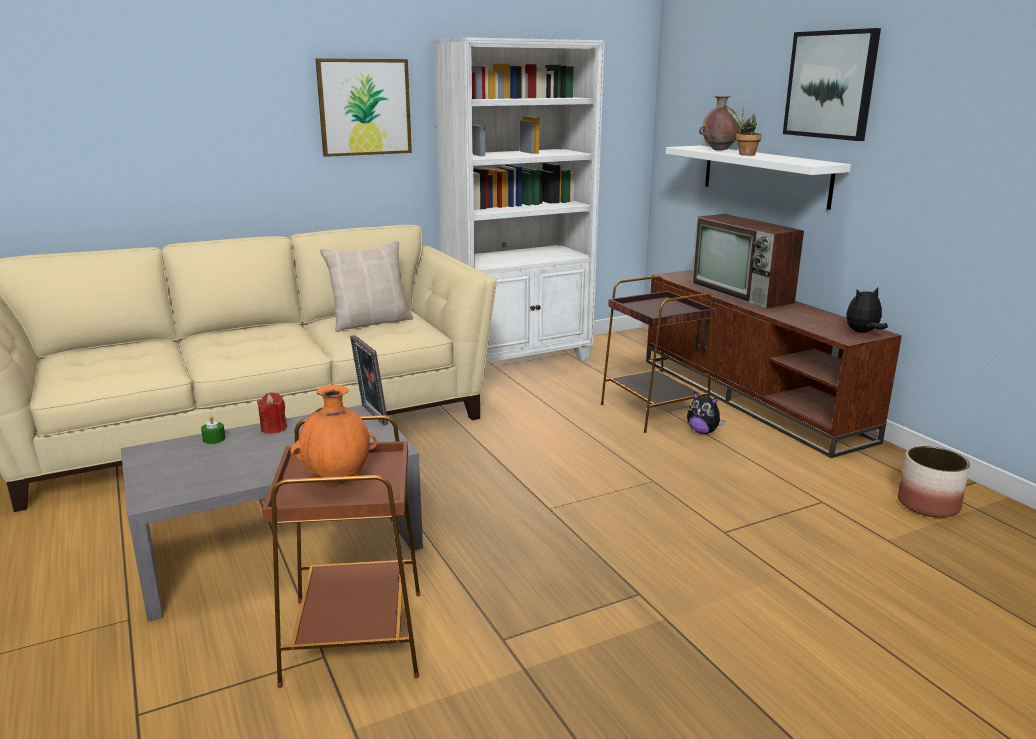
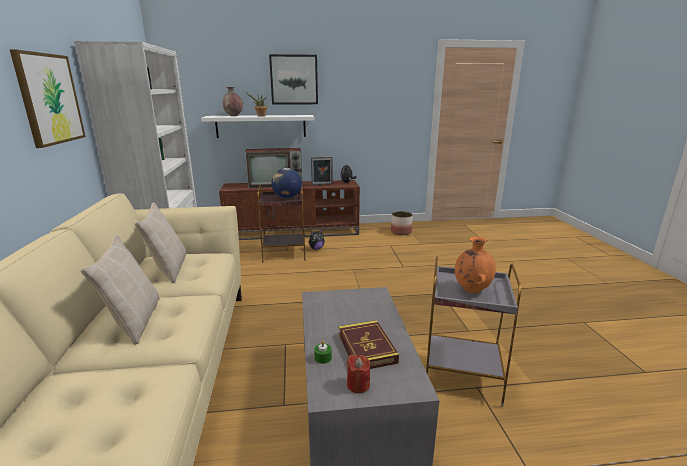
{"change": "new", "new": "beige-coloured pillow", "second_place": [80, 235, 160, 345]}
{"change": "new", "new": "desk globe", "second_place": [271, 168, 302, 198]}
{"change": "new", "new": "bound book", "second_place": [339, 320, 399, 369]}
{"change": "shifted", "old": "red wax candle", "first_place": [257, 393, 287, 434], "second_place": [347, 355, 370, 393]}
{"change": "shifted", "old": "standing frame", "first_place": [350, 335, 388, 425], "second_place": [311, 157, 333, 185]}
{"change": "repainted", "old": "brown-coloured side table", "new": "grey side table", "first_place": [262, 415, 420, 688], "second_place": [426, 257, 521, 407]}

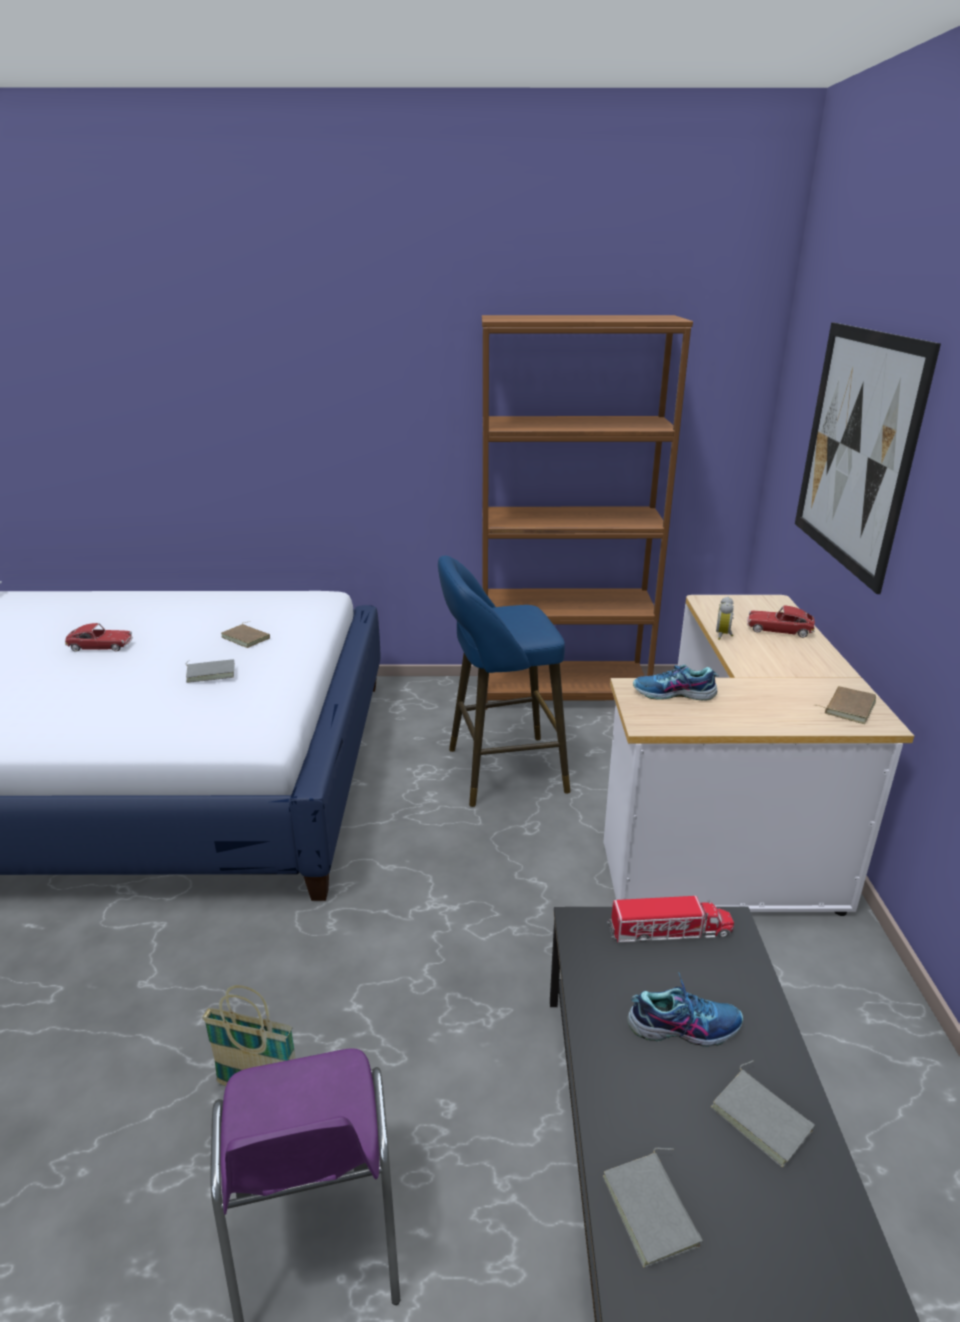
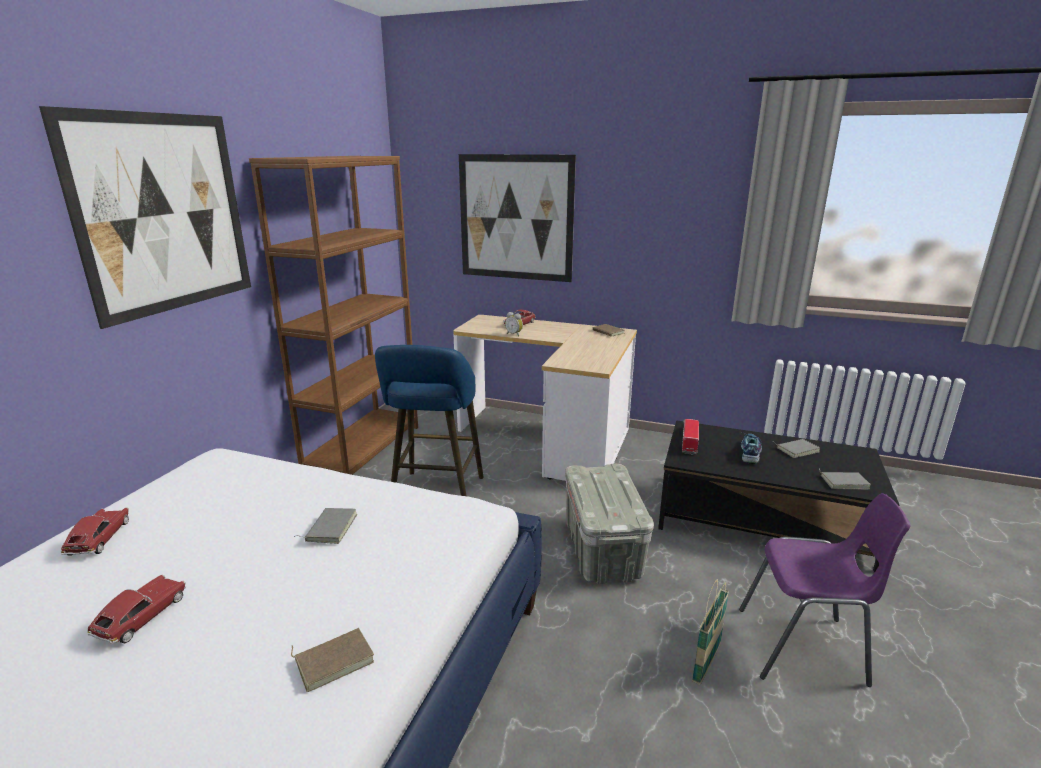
{"change": "gone", "old": "shoe", "first_place": [633, 664, 719, 700]}
{"change": "new", "new": "wall picture", "second_place": [39, 106, 251, 329]}
{"change": "new", "new": "miniature car", "second_place": [61, 507, 129, 555]}
{"change": "new", "new": "grey storage bin", "second_place": [565, 464, 654, 584]}
{"change": "shifted", "old": "brown-coloured bound book", "first_place": [221, 622, 270, 648], "second_place": [291, 628, 374, 692]}

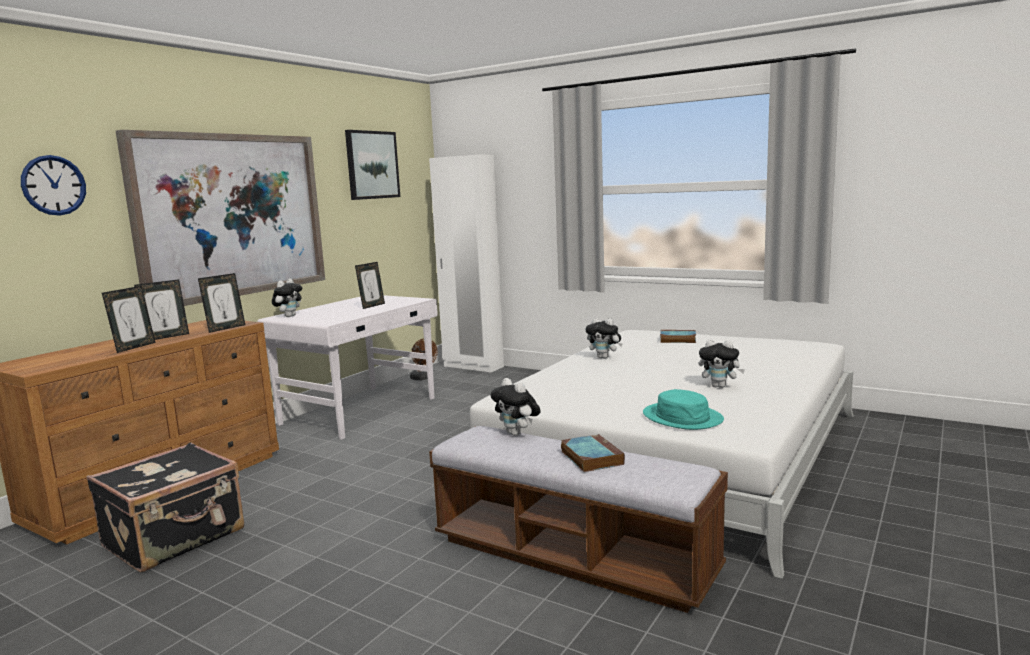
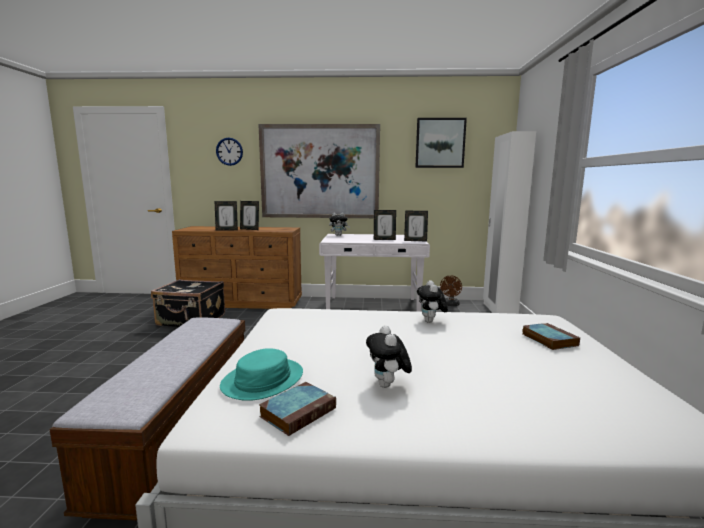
{"change": "gone", "old": "soft toy", "first_place": [490, 378, 541, 436]}
{"change": "shifted", "old": "standing frame", "first_place": [198, 273, 245, 333], "second_place": [404, 211, 428, 241]}
{"change": "shifted", "old": "bound book", "first_place": [561, 434, 625, 472], "second_place": [259, 382, 336, 436]}

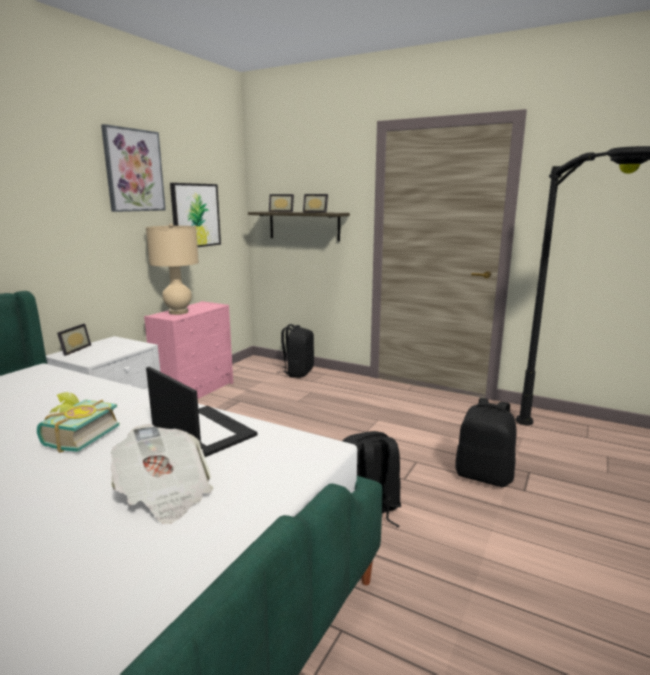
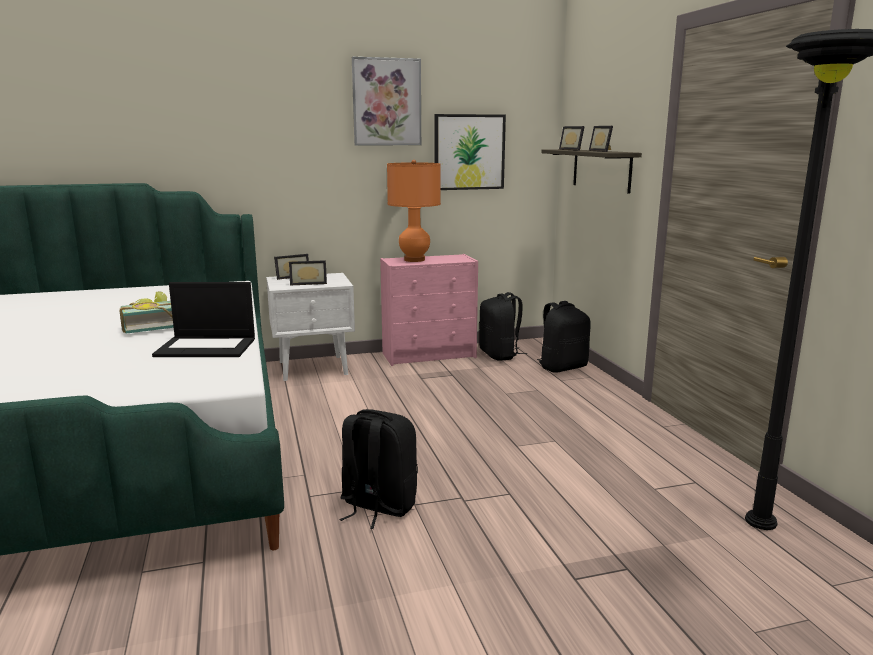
{"change": "gone", "old": "printed paper", "first_place": [110, 424, 213, 524]}
{"change": "new", "new": "standing frame", "second_place": [289, 260, 327, 286]}
{"change": "shifted", "old": "blackish rucksack", "first_place": [455, 398, 516, 487], "second_place": [479, 292, 527, 361]}
{"change": "repainted", "old": "beige-coloured lamp for a table", "new": "orange lamp for a table", "first_place": [146, 223, 199, 315], "second_place": [387, 160, 441, 262]}
{"change": "rotated", "old": "notebook computer", "first_place": [146, 367, 258, 457], "second_place": [152, 282, 255, 357], "degrees": 90}

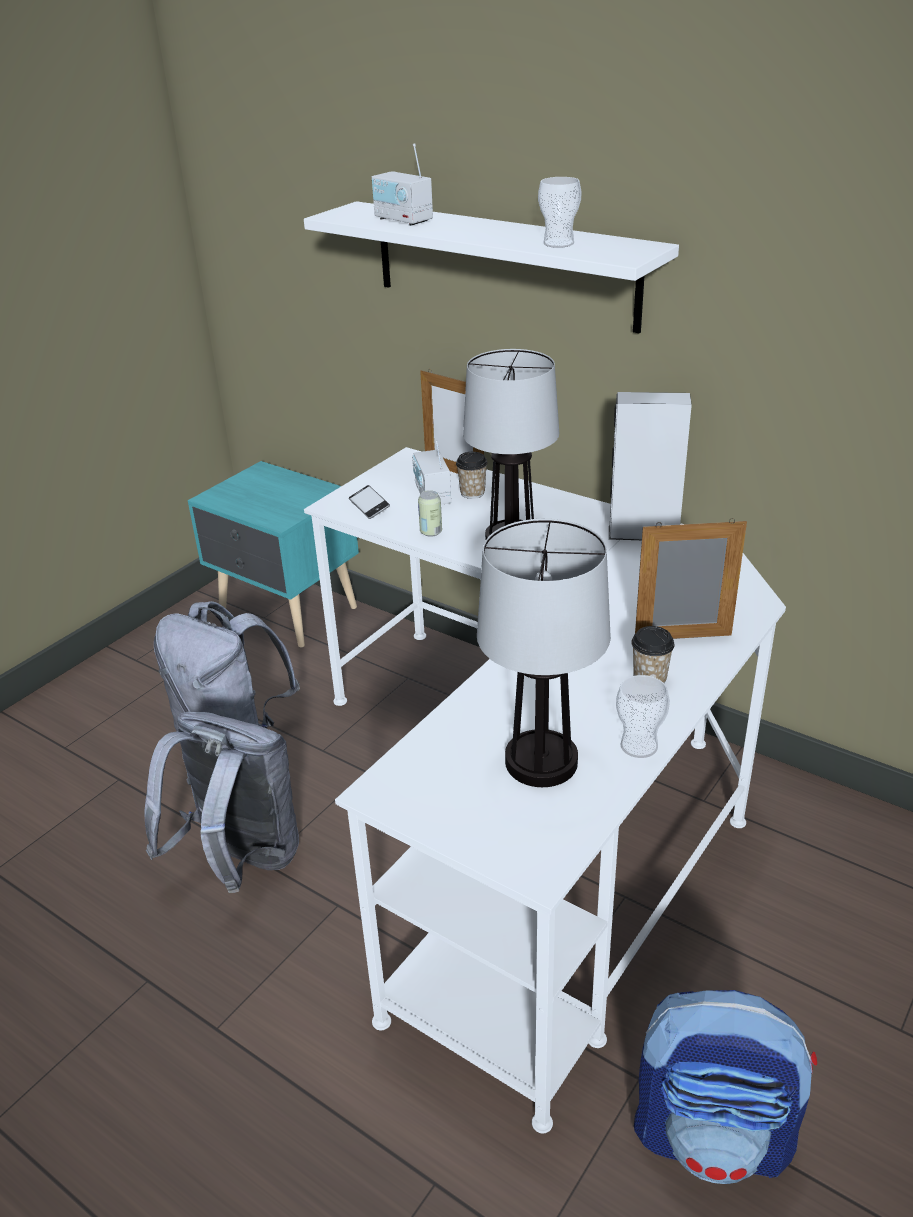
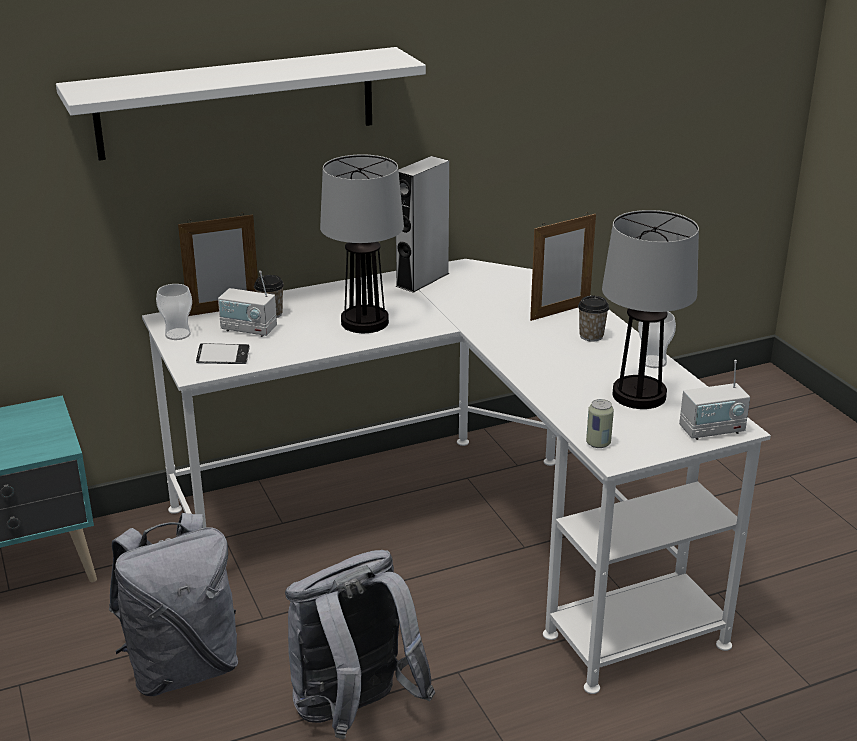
{"change": "gone", "old": "rucksack", "first_place": [634, 990, 817, 1184]}
{"change": "shifted", "old": "radio set", "first_place": [372, 144, 433, 226], "second_place": [679, 360, 750, 440]}
{"change": "shifted", "old": "metal can", "first_place": [418, 490, 442, 537], "second_place": [586, 399, 614, 448]}
{"change": "shifted", "old": "small cup", "first_place": [538, 177, 582, 248], "second_place": [156, 284, 192, 340]}
{"change": "rotated", "old": "standing frame", "first_place": [635, 518, 747, 639], "second_place": [530, 212, 596, 321], "degrees": -150}

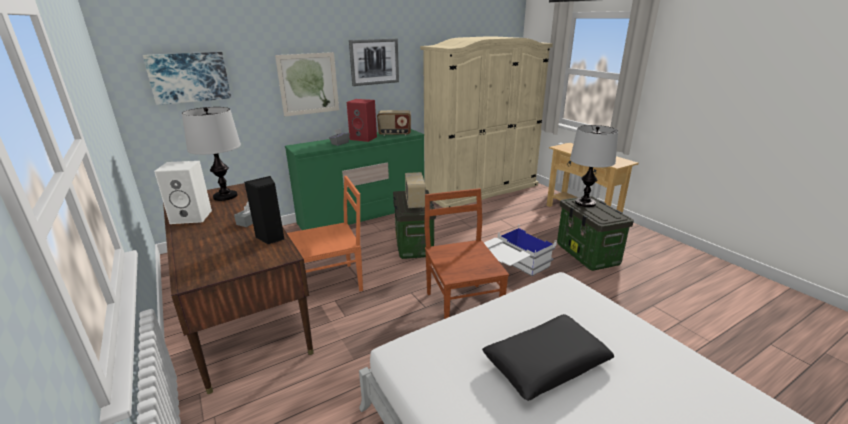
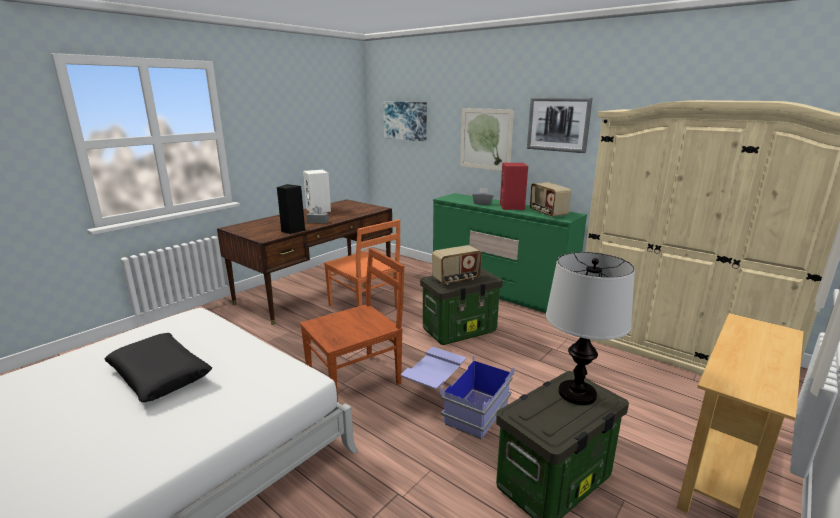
{"change": "gone", "old": "lamp for a table", "first_place": [182, 107, 241, 201]}
{"change": "repainted", "old": "whitish storage bin", "new": "bluish storage bin", "first_place": [484, 226, 557, 276], "second_place": [401, 347, 514, 439]}

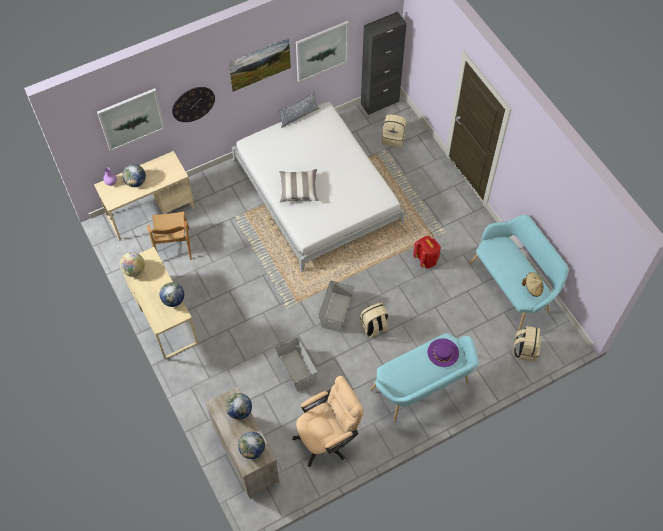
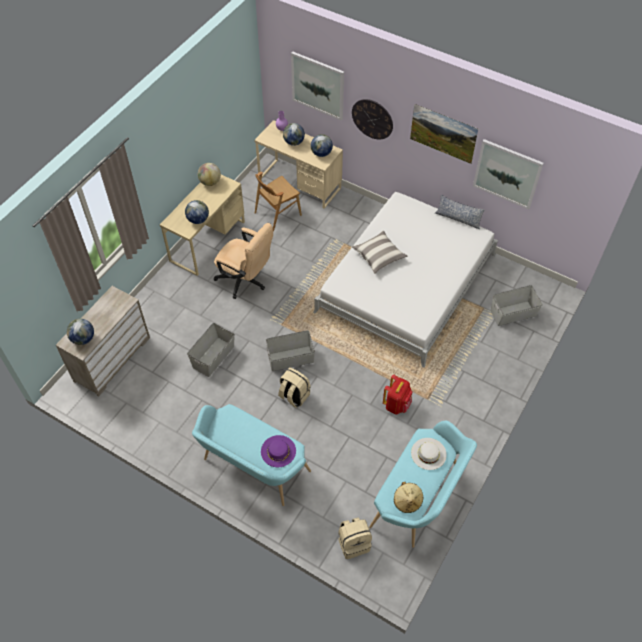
{"change": "gone", "old": "blackish storage cabinet", "first_place": [361, 11, 407, 115]}
{"change": "new", "new": "whitish wearable hat", "second_place": [411, 438, 447, 470]}
{"change": "shifted", "old": "desk globe", "first_place": [226, 393, 252, 420], "second_place": [311, 134, 333, 157]}
{"change": "shifted", "old": "beige-coloured desk chair", "first_place": [292, 376, 364, 467], "second_place": [214, 223, 273, 299]}
{"change": "swapped", "old": "beige-coloured rucksack", "new": "grey storage bin", "first_place": [382, 114, 406, 147], "second_place": [491, 285, 543, 326]}

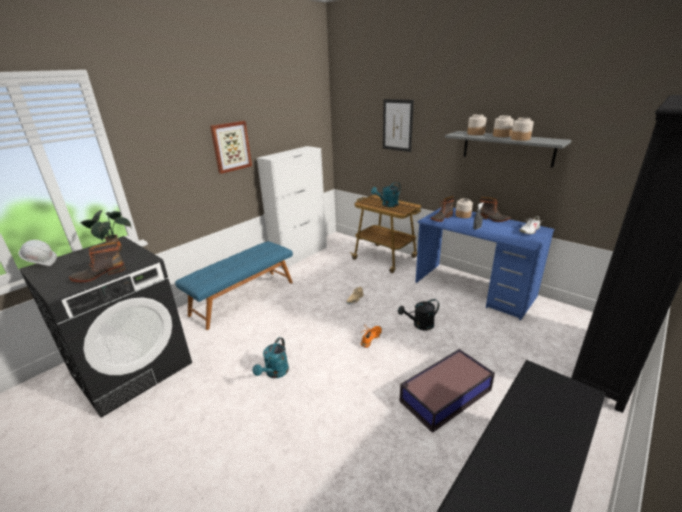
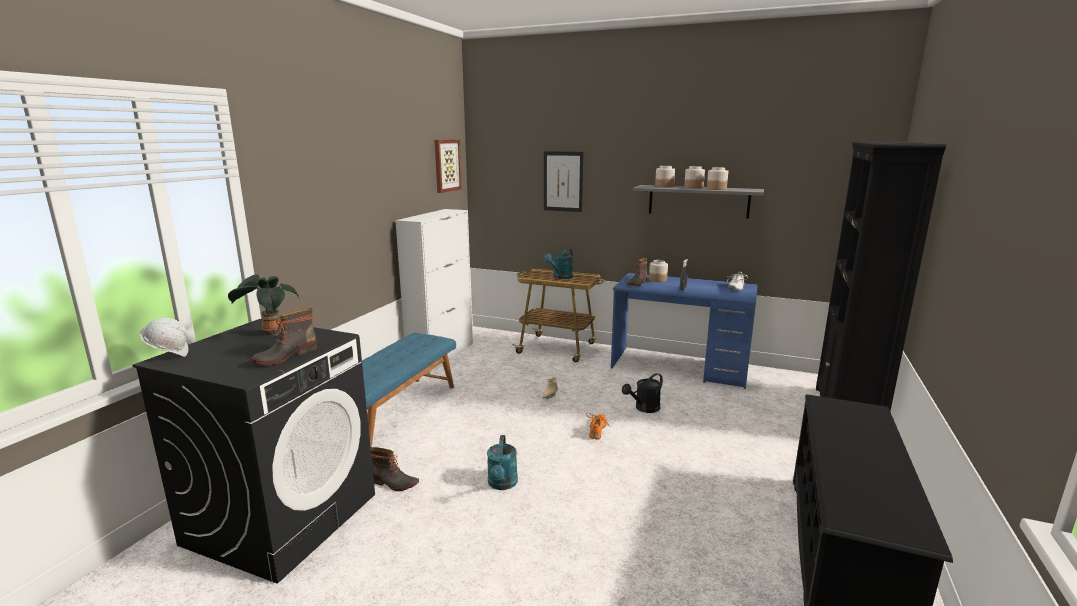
{"change": "gone", "old": "storage bin", "first_place": [400, 349, 495, 433]}
{"change": "shifted", "old": "wall picture", "first_place": [210, 121, 252, 174], "second_place": [435, 140, 462, 193]}
{"change": "shifted", "old": "high-top boot", "first_place": [480, 197, 511, 222], "second_place": [371, 447, 419, 491]}

